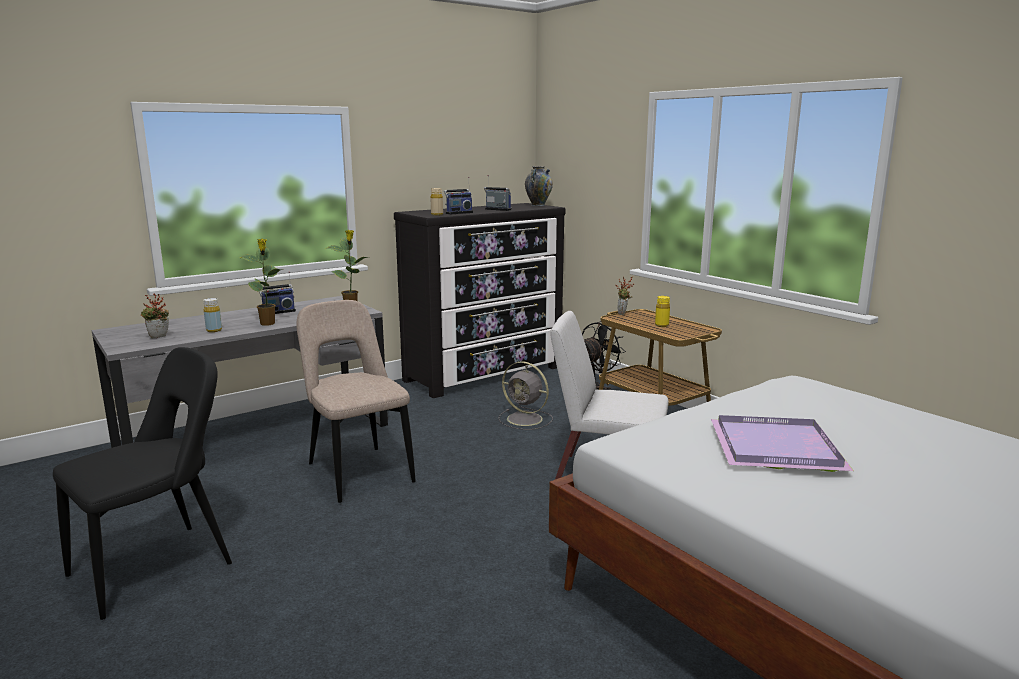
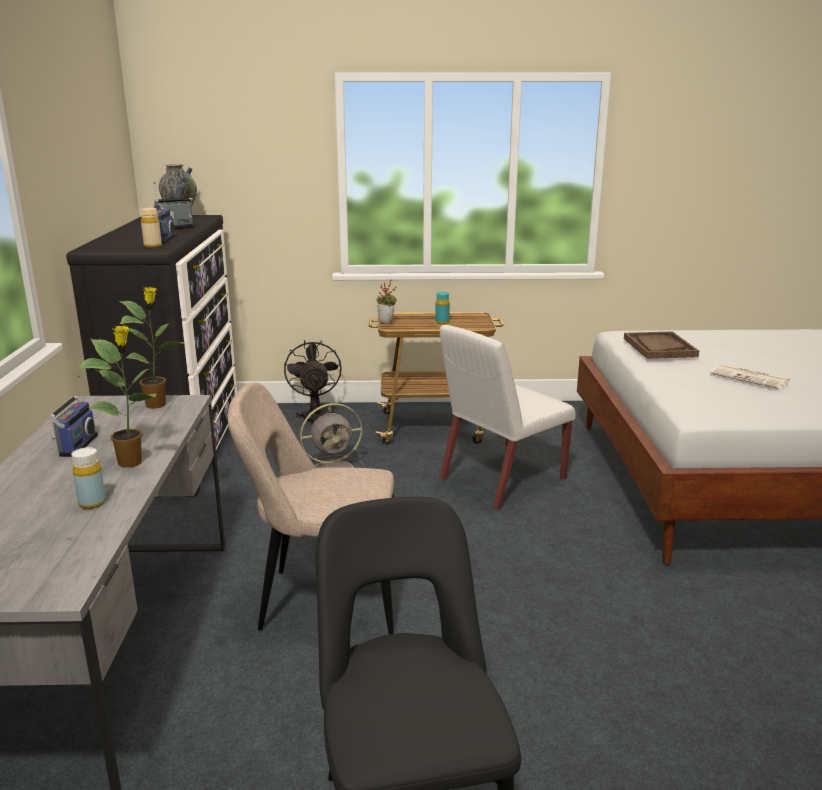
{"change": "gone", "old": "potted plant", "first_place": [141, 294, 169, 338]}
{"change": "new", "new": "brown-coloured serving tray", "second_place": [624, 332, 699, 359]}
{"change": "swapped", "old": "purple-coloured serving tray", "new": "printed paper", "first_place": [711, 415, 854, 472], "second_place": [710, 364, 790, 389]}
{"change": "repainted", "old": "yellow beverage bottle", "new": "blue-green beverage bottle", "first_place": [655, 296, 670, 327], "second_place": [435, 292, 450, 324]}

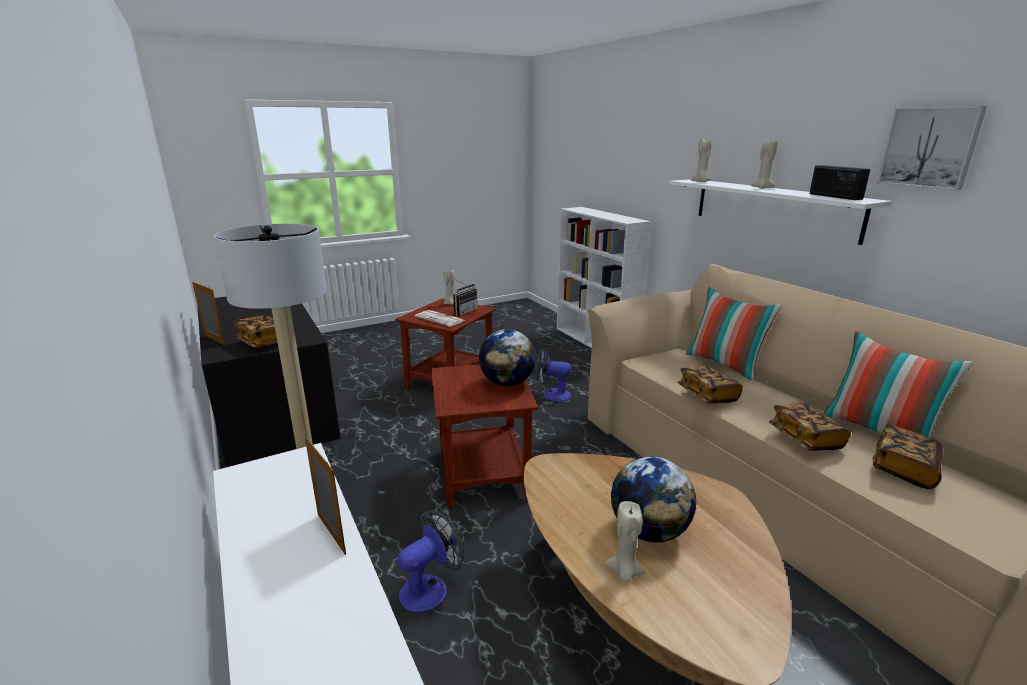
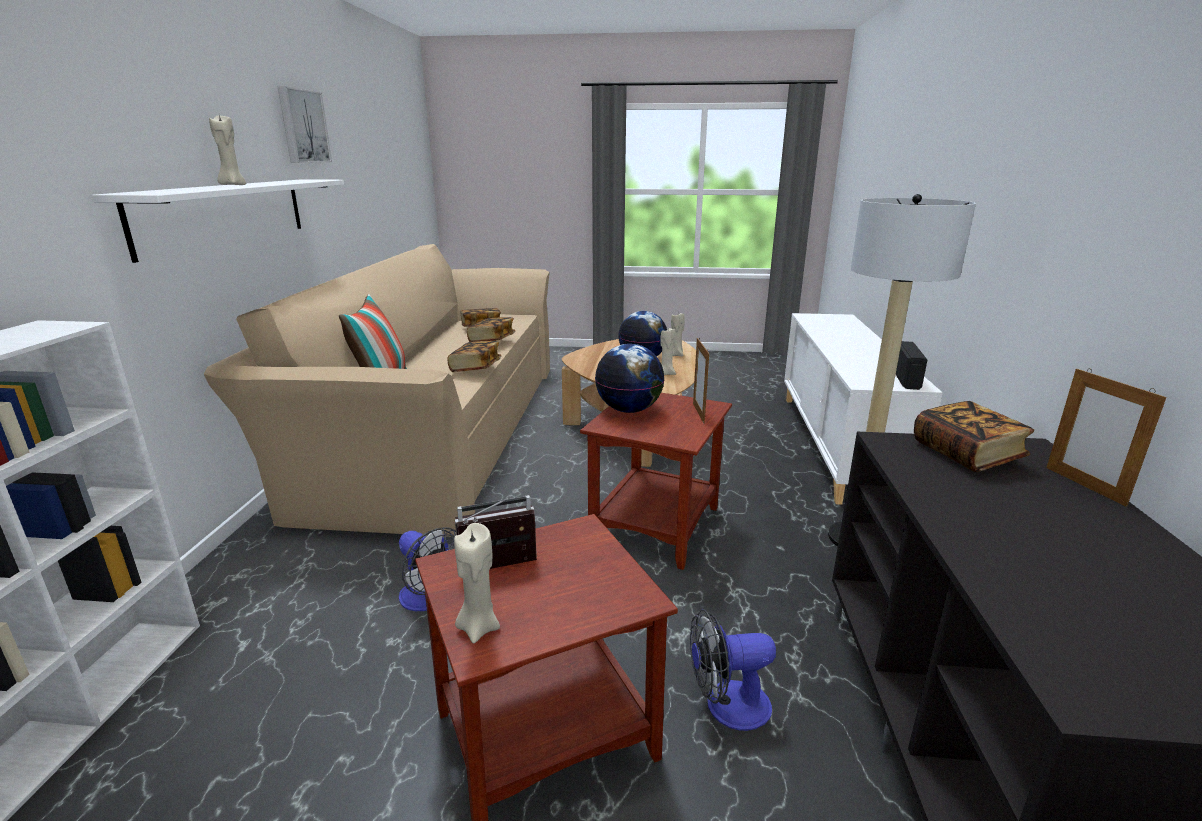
{"change": "gone", "old": "printed paper", "first_place": [415, 310, 465, 327]}
{"change": "gone", "old": "pillow", "first_place": [823, 331, 973, 437]}
{"change": "shifted", "old": "standing frame", "first_place": [305, 436, 346, 555], "second_place": [693, 337, 709, 424]}
{"change": "shifted", "old": "cooling fan", "first_place": [398, 510, 464, 613], "second_place": [690, 609, 776, 731]}
{"change": "shifted", "old": "beige-coloured wax candle", "first_place": [691, 137, 712, 182], "second_place": [660, 328, 676, 375]}
{"change": "shifted", "old": "radio set", "first_place": [810, 165, 870, 200], "second_place": [896, 341, 927, 390]}

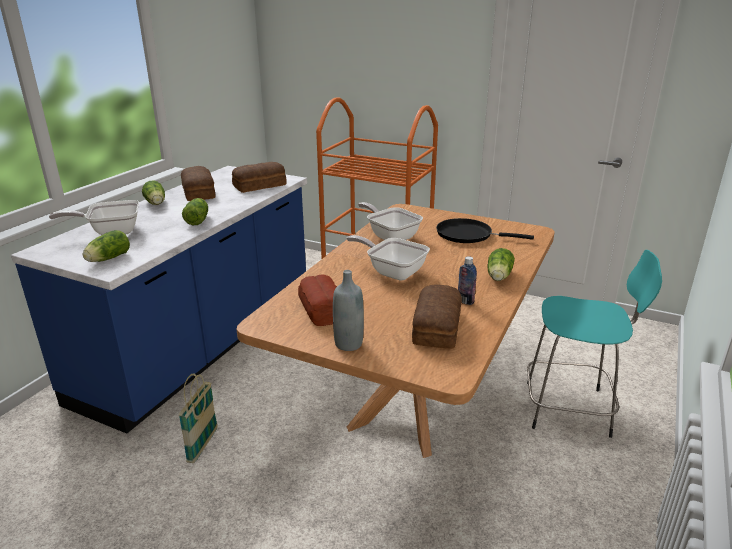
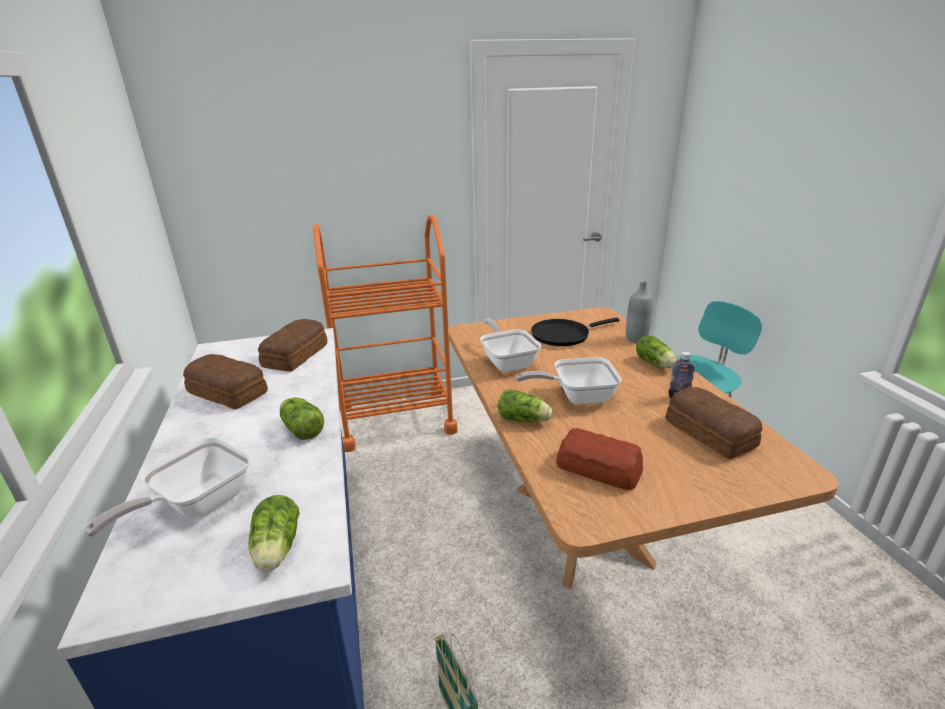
{"change": "shifted", "old": "lettuce", "first_place": [142, 180, 165, 205], "second_place": [498, 389, 552, 423]}
{"change": "shifted", "old": "grey beverage bottle", "first_place": [333, 270, 364, 351], "second_place": [626, 280, 653, 343]}
{"change": "rotated", "old": "skillet", "first_place": [358, 202, 423, 240], "second_place": [480, 319, 541, 372], "degrees": 60}

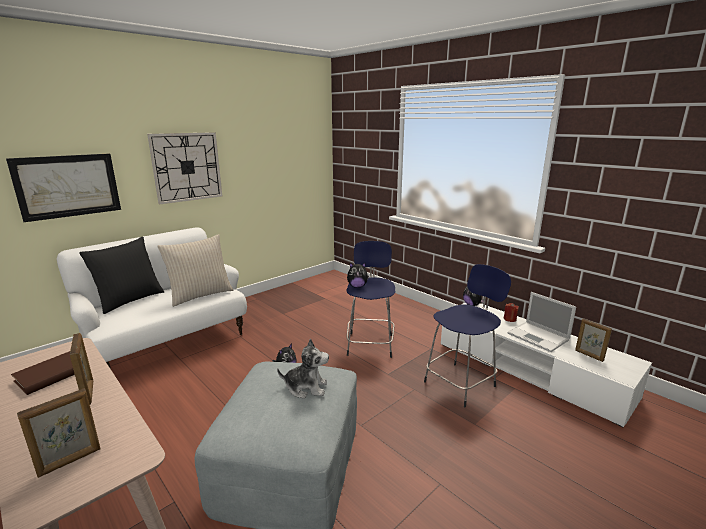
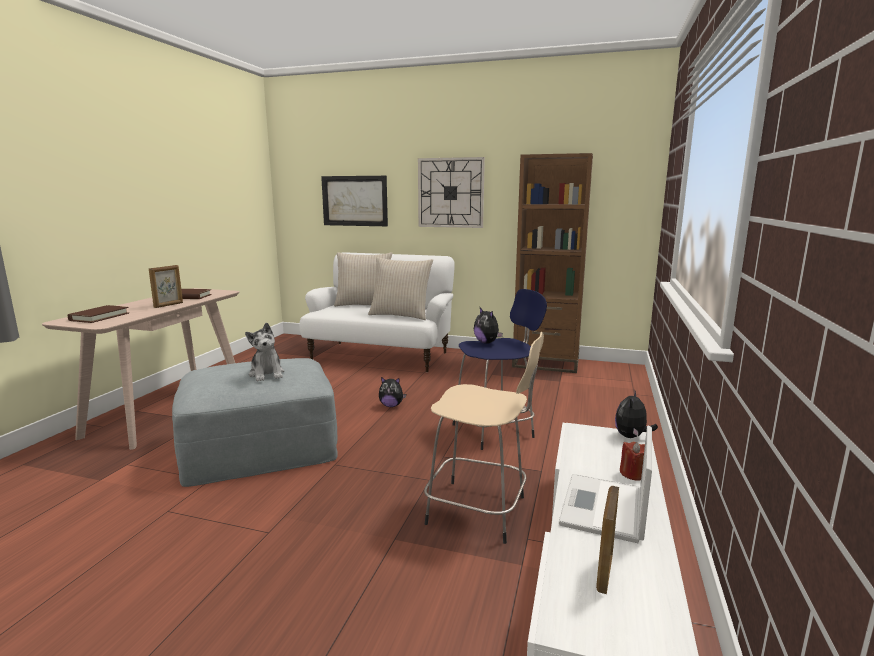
{"change": "new", "new": "brown-coloured bookcase", "second_place": [512, 153, 593, 373]}
{"change": "swapped", "old": "standing frame", "new": "brown-coloured bound book", "first_place": [17, 388, 101, 478], "second_place": [68, 305, 129, 323]}
{"change": "repainted", "old": "blackish pillow", "new": "beige-coloured pillow", "first_place": [79, 237, 164, 314], "second_place": [334, 252, 392, 306]}
{"change": "repainted", "old": "bluish stool seat", "new": "beige-coloured stool seat", "first_place": [424, 264, 511, 407], "second_place": [424, 332, 544, 544]}

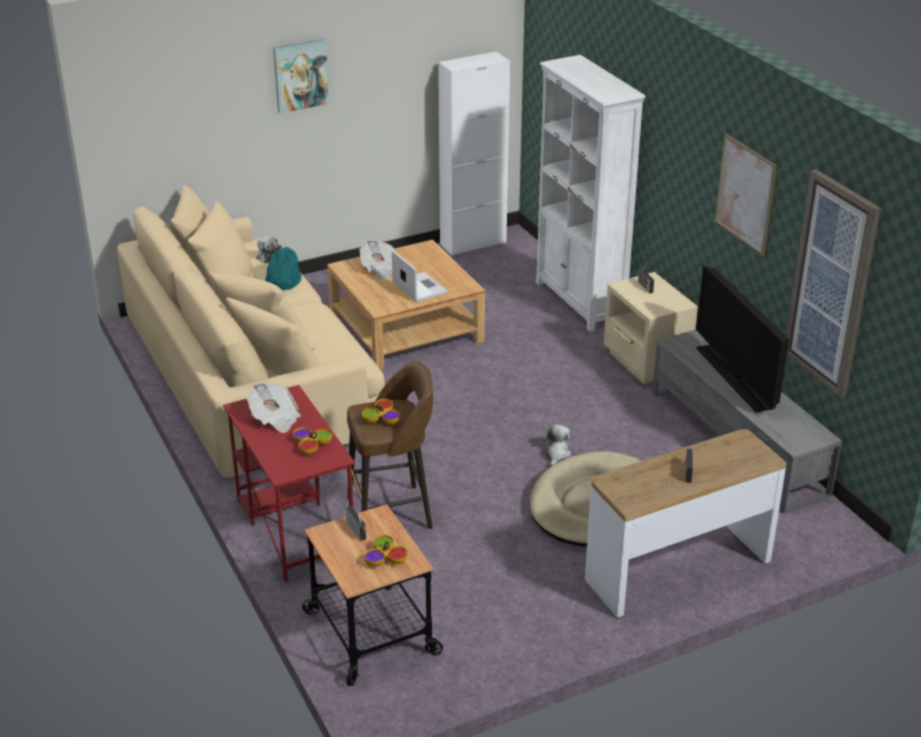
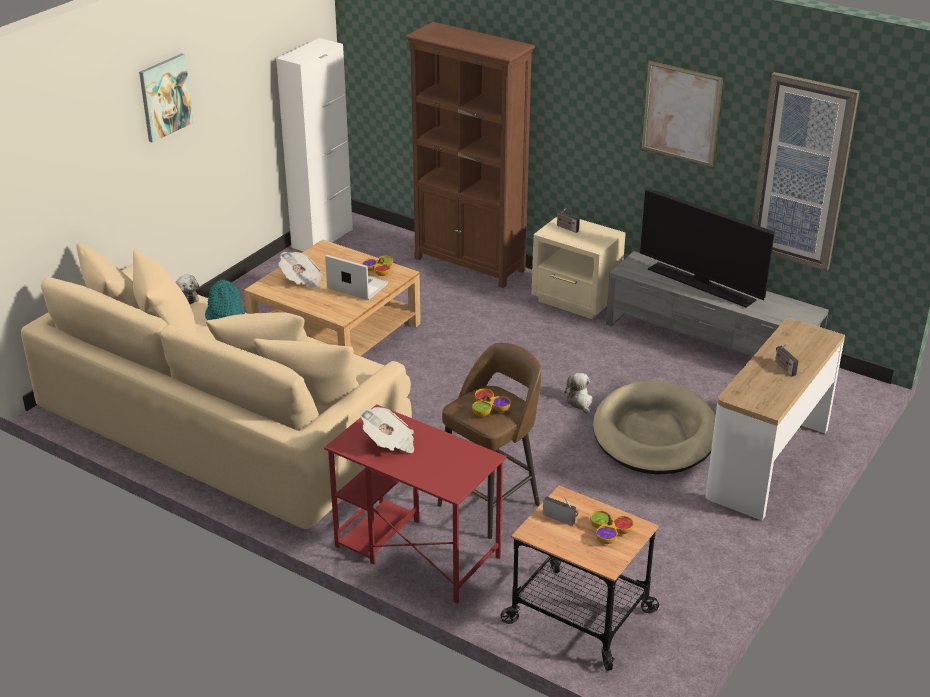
{"change": "shifted", "old": "serving bowl", "first_place": [293, 427, 332, 455], "second_place": [362, 256, 393, 276]}
{"change": "repainted", "old": "whitish bookcase", "new": "brown-coloured bookcase", "first_place": [536, 55, 645, 332], "second_place": [405, 22, 535, 288]}

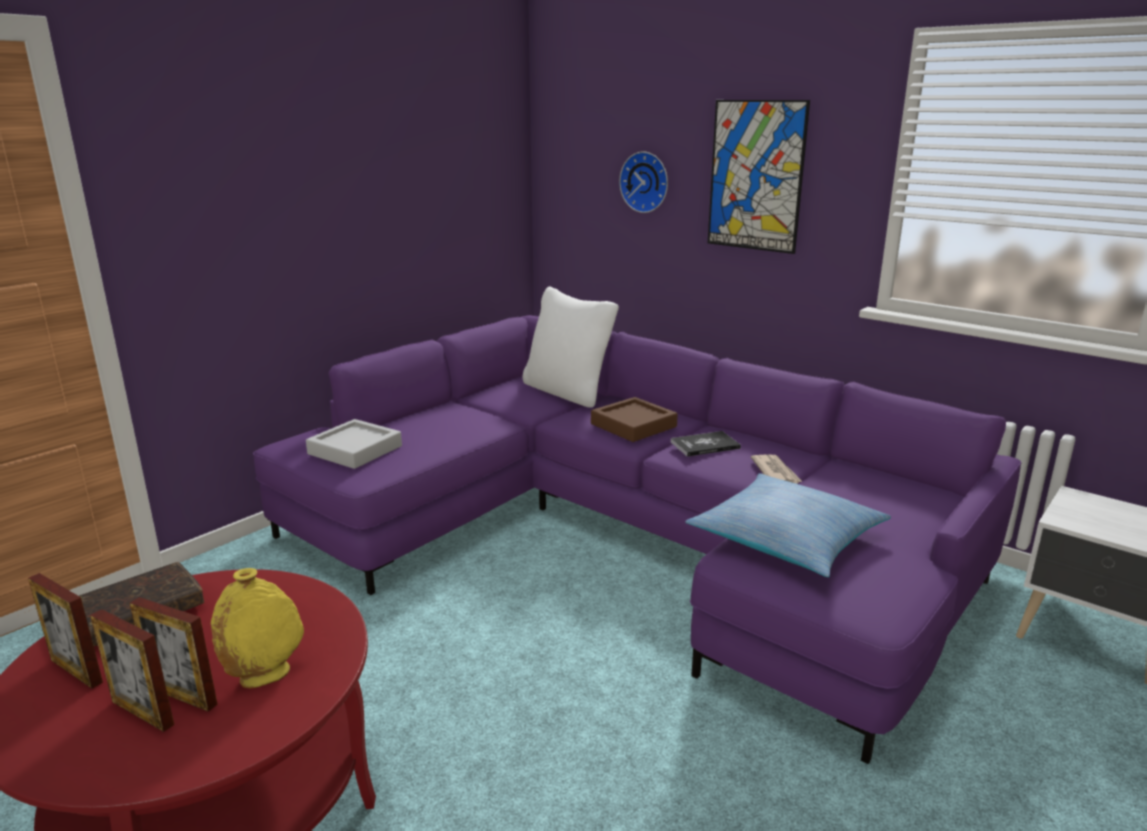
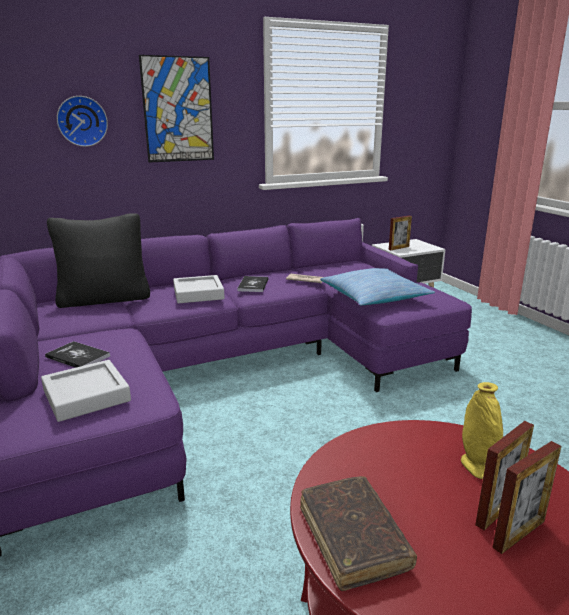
{"change": "new", "new": "bound book", "second_place": [45, 341, 110, 368]}
{"change": "shifted", "old": "standing frame", "first_place": [28, 573, 103, 689], "second_place": [389, 216, 412, 250]}
{"change": "repainted", "old": "whitish pillow", "new": "blackish pillow", "first_place": [522, 286, 619, 408], "second_place": [47, 213, 150, 308]}
{"change": "repainted", "old": "brown-coloured serving tray", "new": "grey serving tray", "first_place": [591, 397, 678, 442], "second_place": [173, 275, 225, 303]}

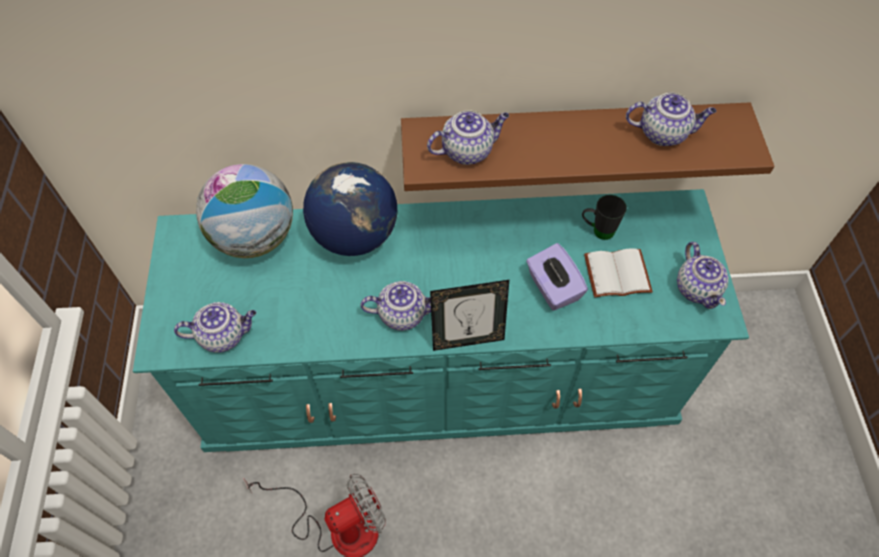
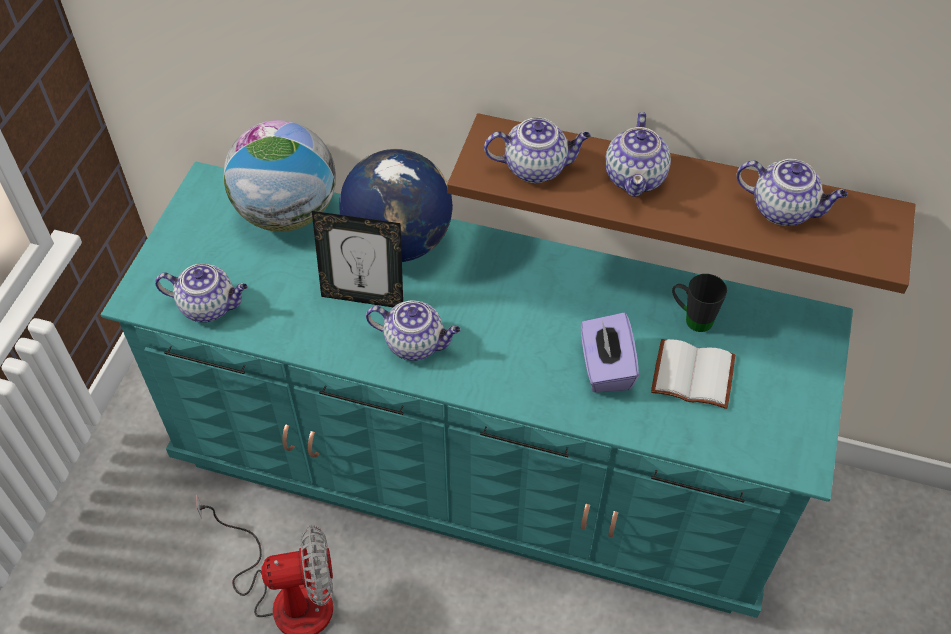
{"change": "shifted", "old": "standing frame", "first_place": [430, 280, 509, 351], "second_place": [312, 211, 403, 307]}
{"change": "shifted", "old": "pot for tea", "first_place": [677, 242, 729, 309], "second_place": [605, 112, 671, 197]}

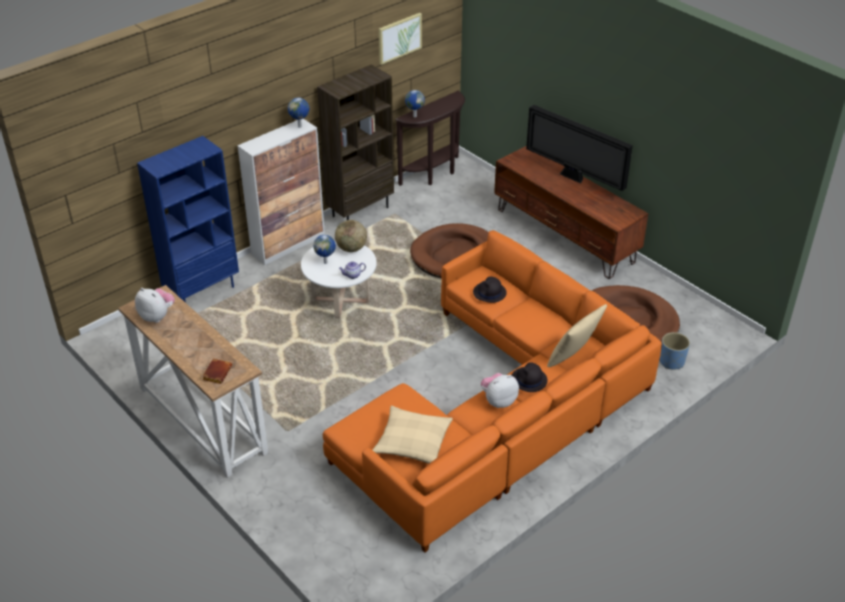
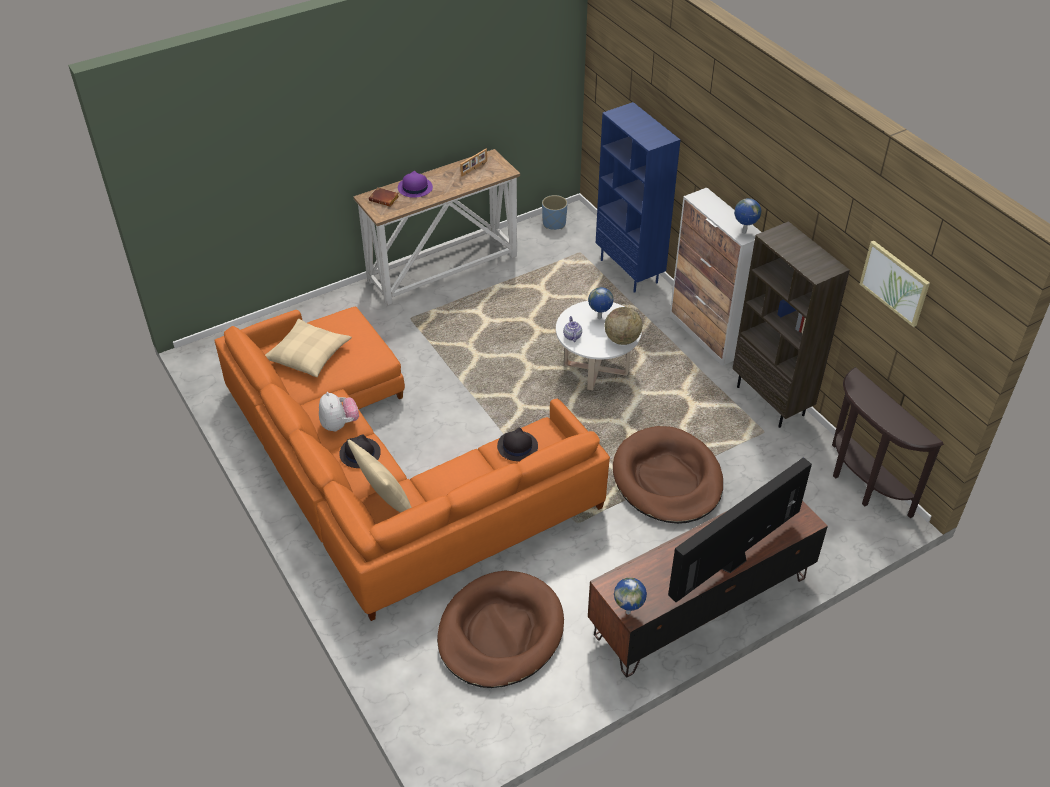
{"change": "new", "new": "purple-coloured wearable hat", "second_place": [398, 171, 433, 198]}
{"change": "shifted", "old": "desk globe", "first_place": [405, 90, 425, 117], "second_place": [614, 578, 647, 615]}
{"change": "shifted", "old": "bluish plant pot", "first_place": [660, 332, 690, 370], "second_place": [542, 195, 568, 230]}
{"change": "swapped", "old": "soft toy", "new": "standing frame", "first_place": [135, 288, 175, 323], "second_place": [460, 149, 487, 176]}

